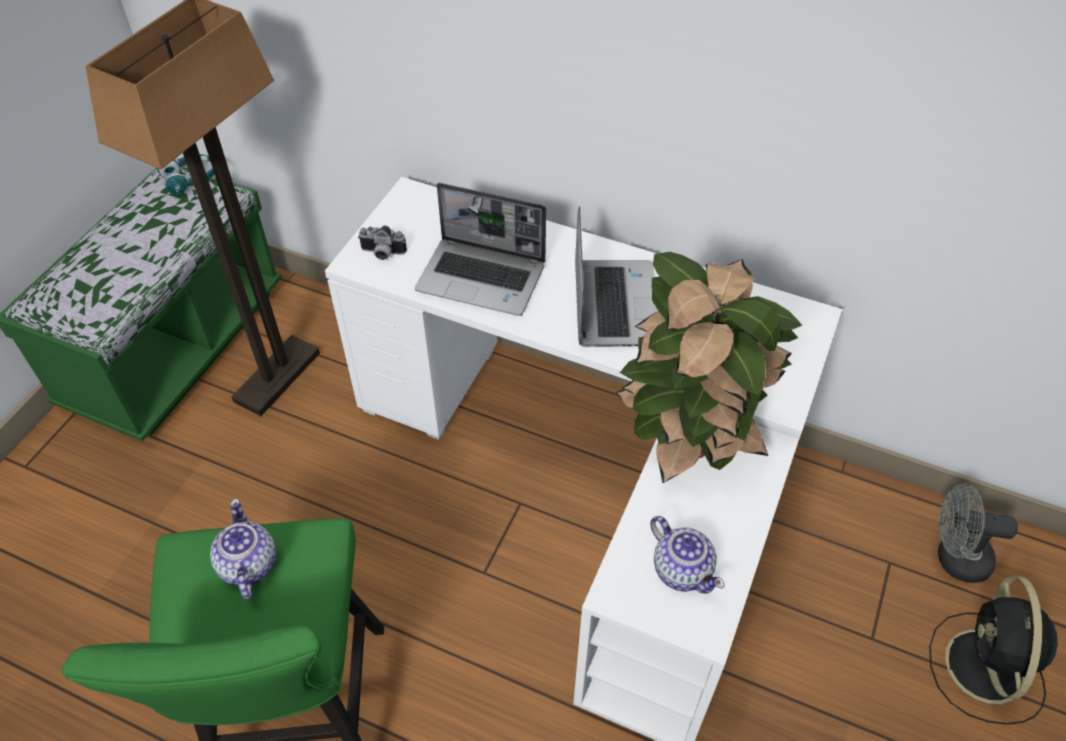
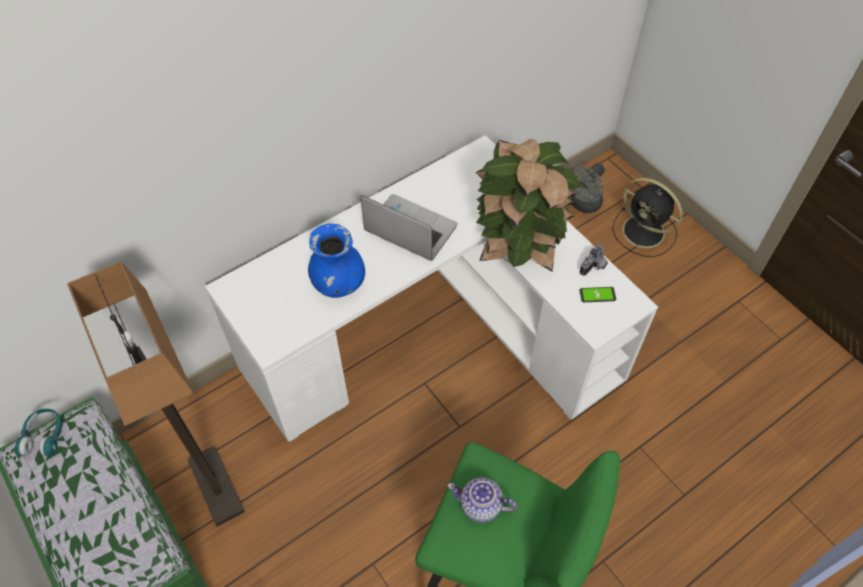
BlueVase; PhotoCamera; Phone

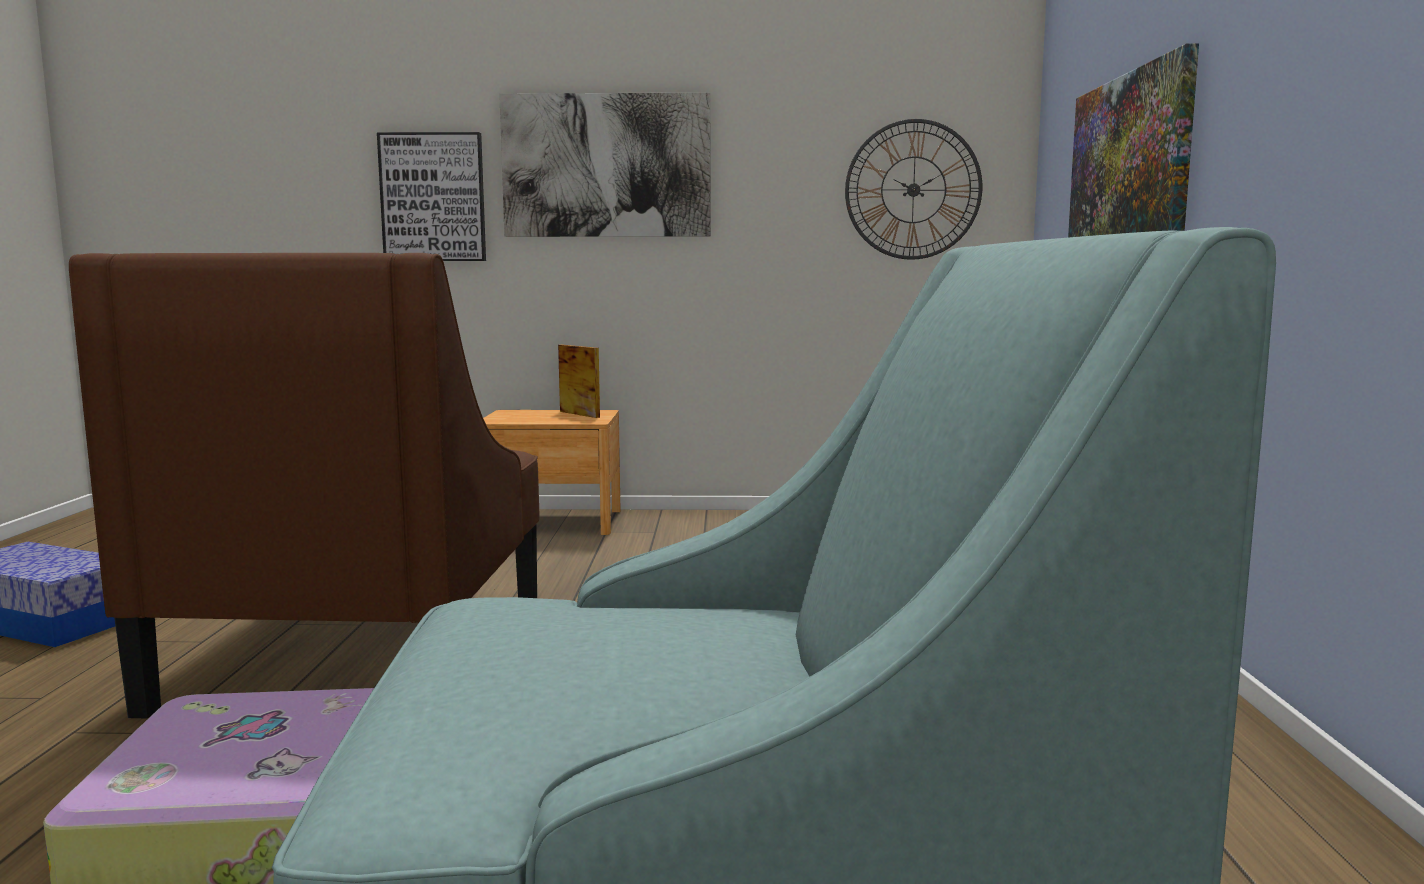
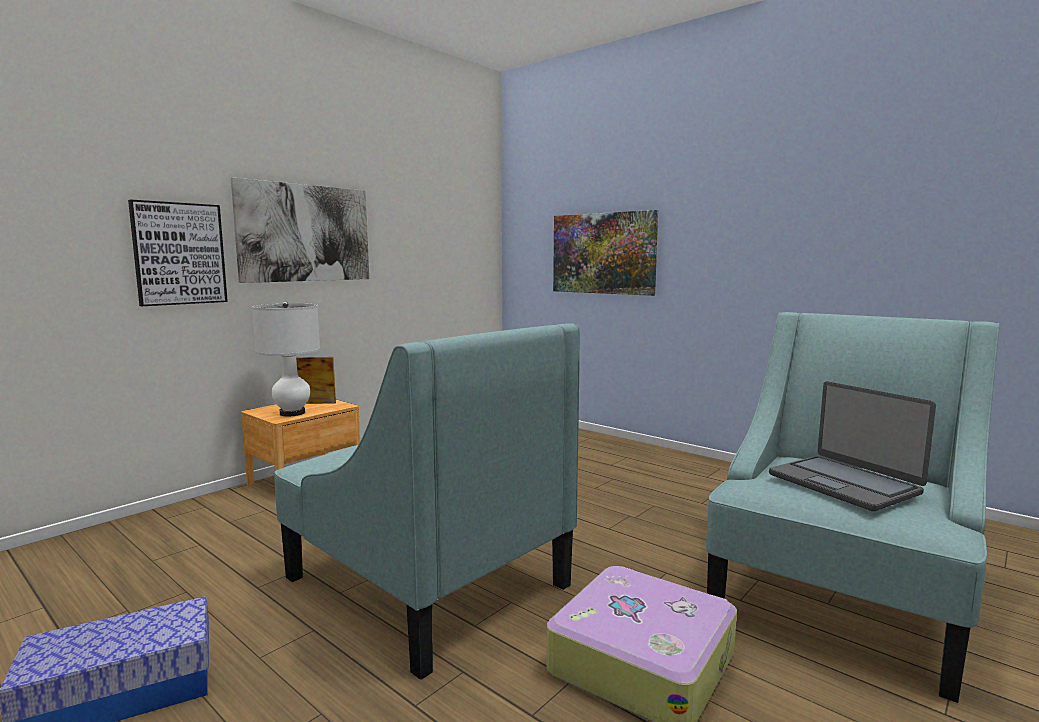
WhiteTableLamp; TurquoiseArmchair (1st from left); Laptop; WallClock

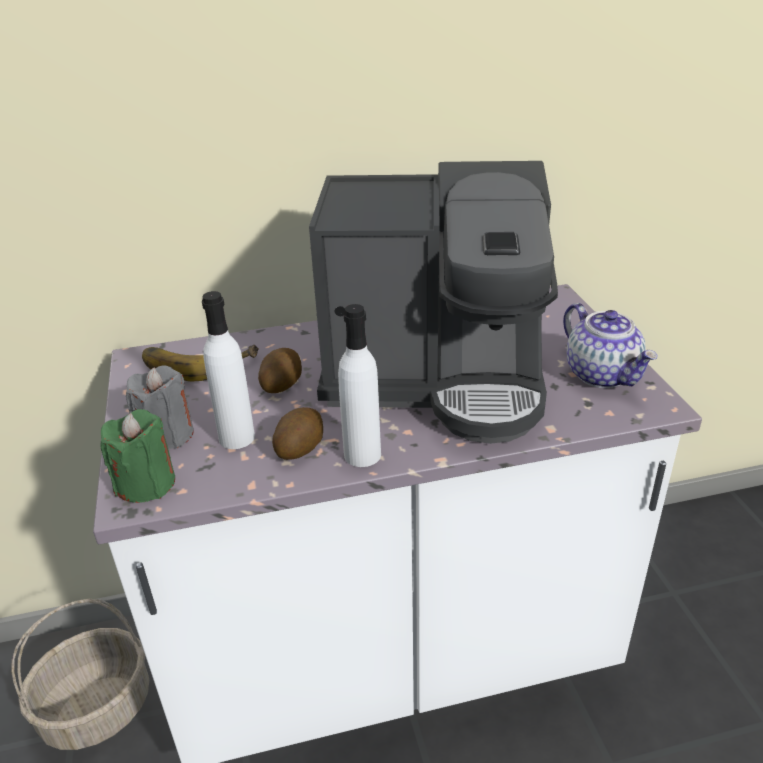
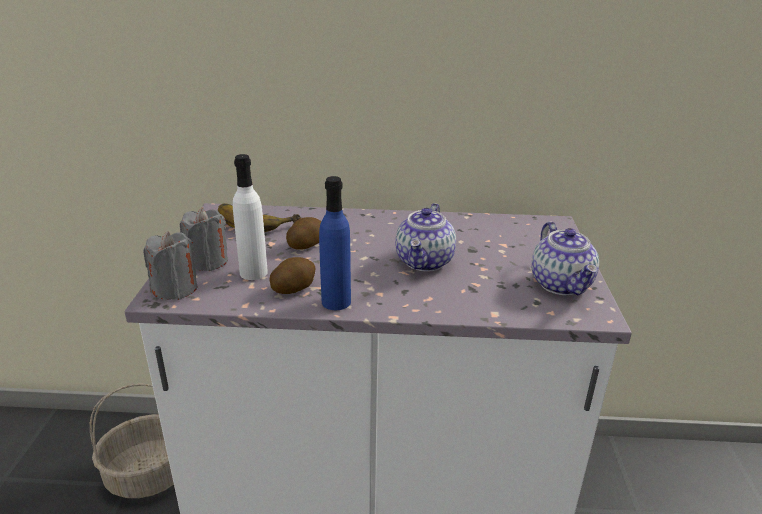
GreyCandle (1st from left); BlueBottle; Teapot (1st from left)

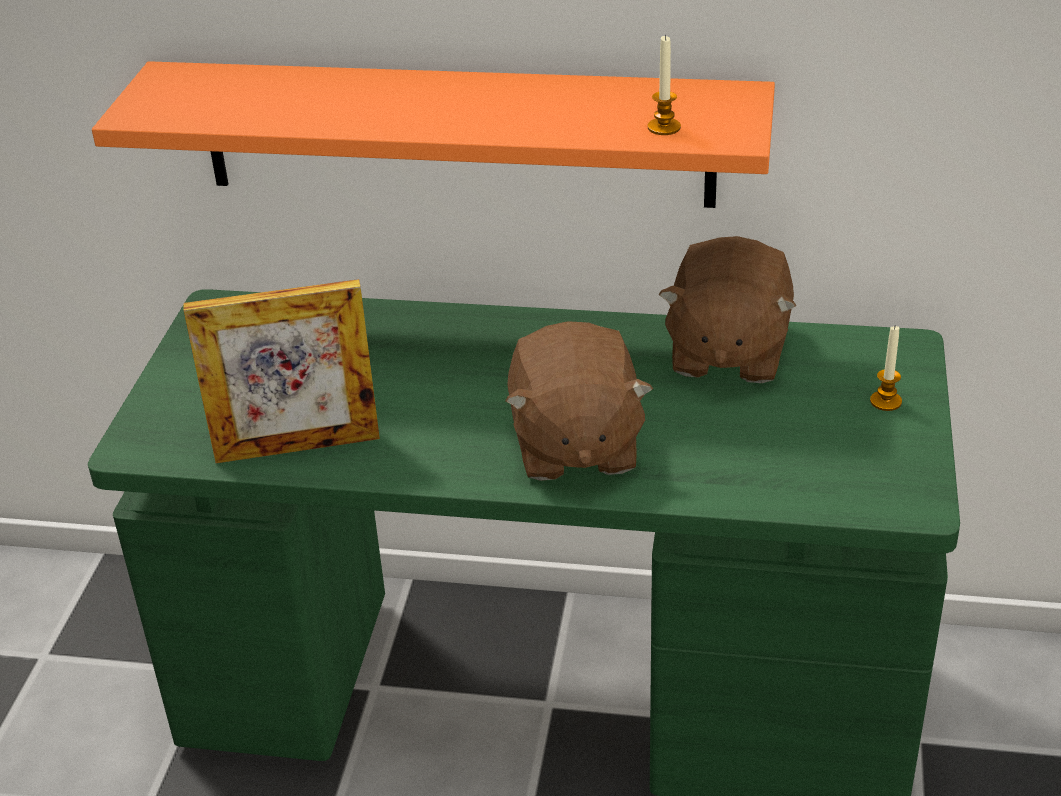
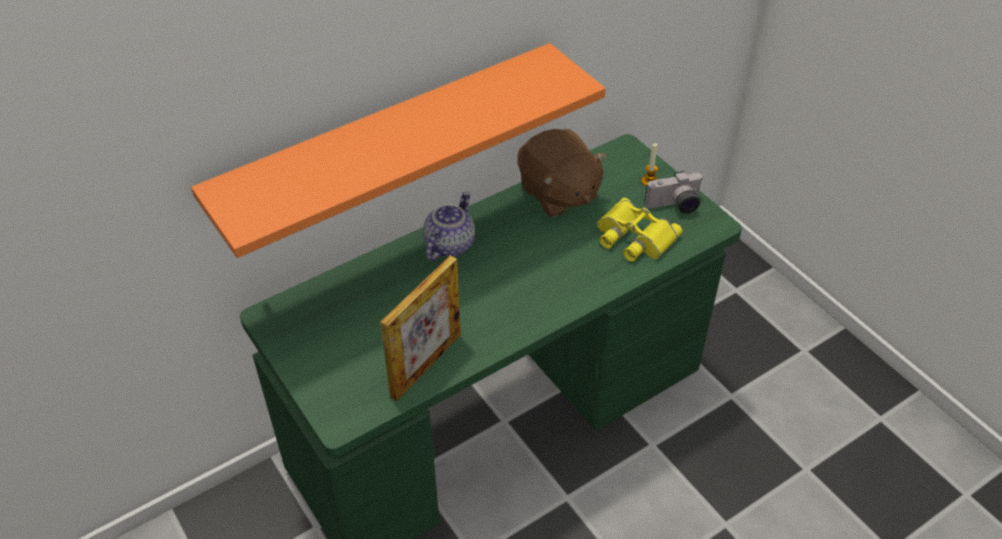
Teapot; YellowBinoculars; PhotoCamera; BrownPlushToy (1st from left in the first image); Candle (1st from left in the first image)

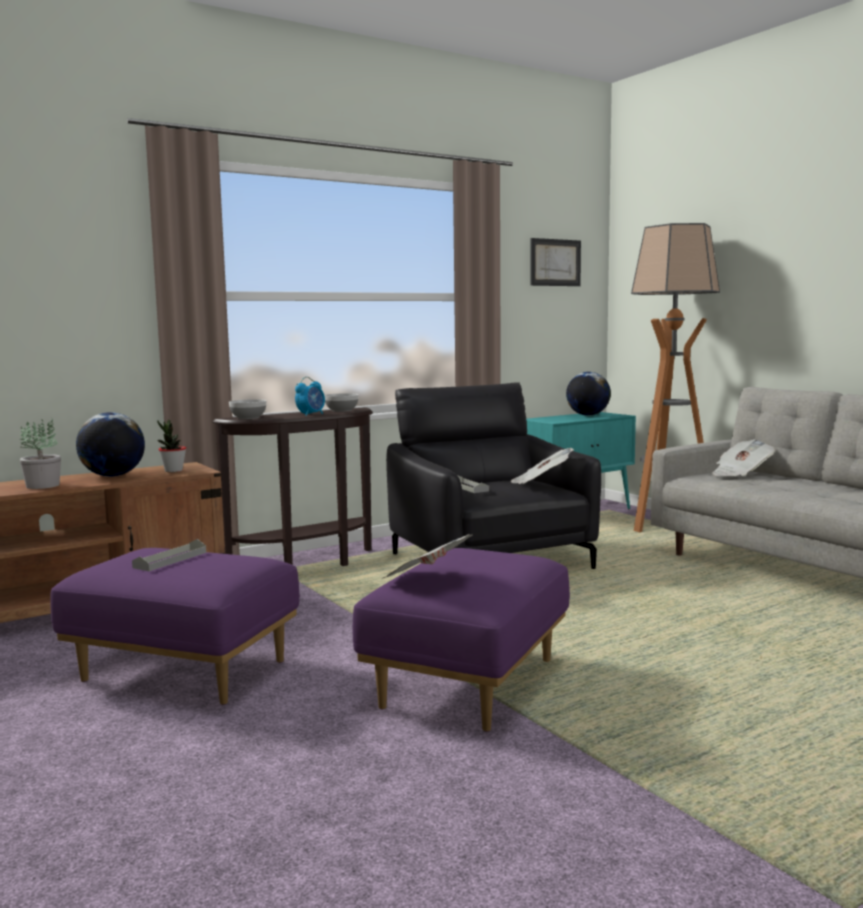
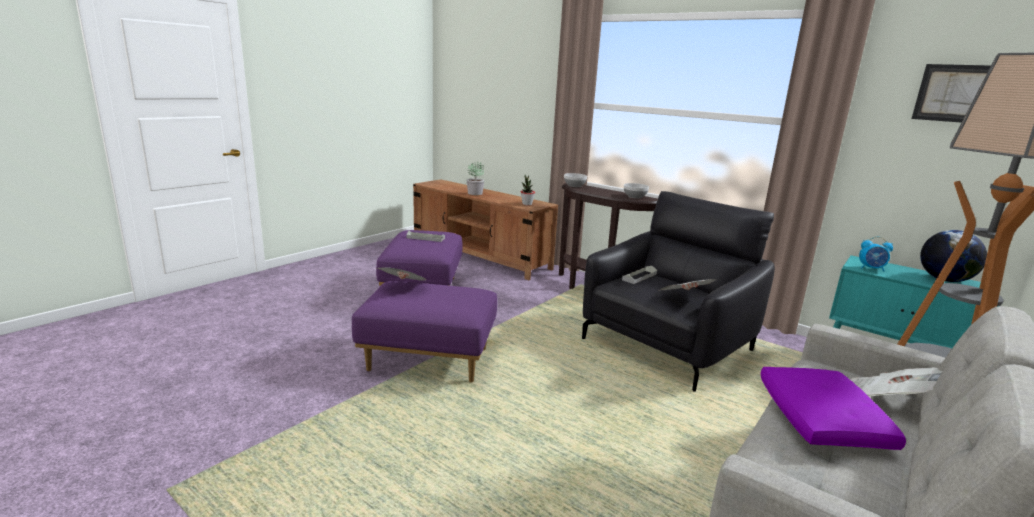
PurplePillow; AlarmClock; Globe (1st from left in the first image)

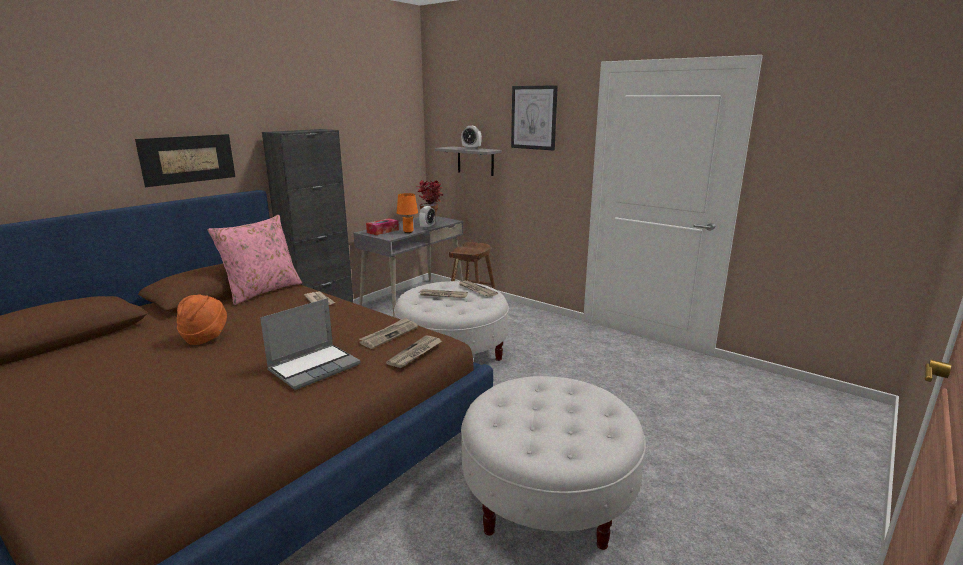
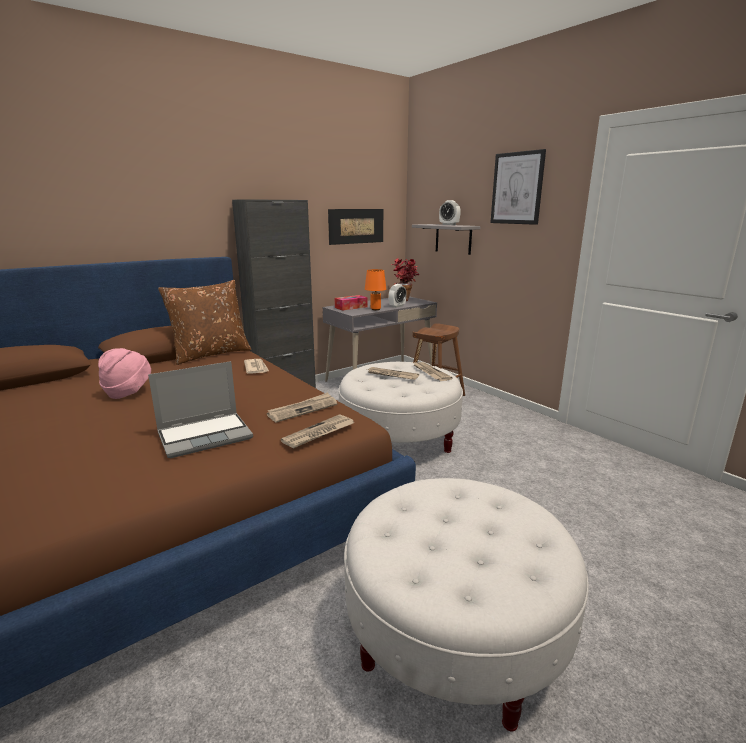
PinkHat; BrownPillow; Picture (1st from left)

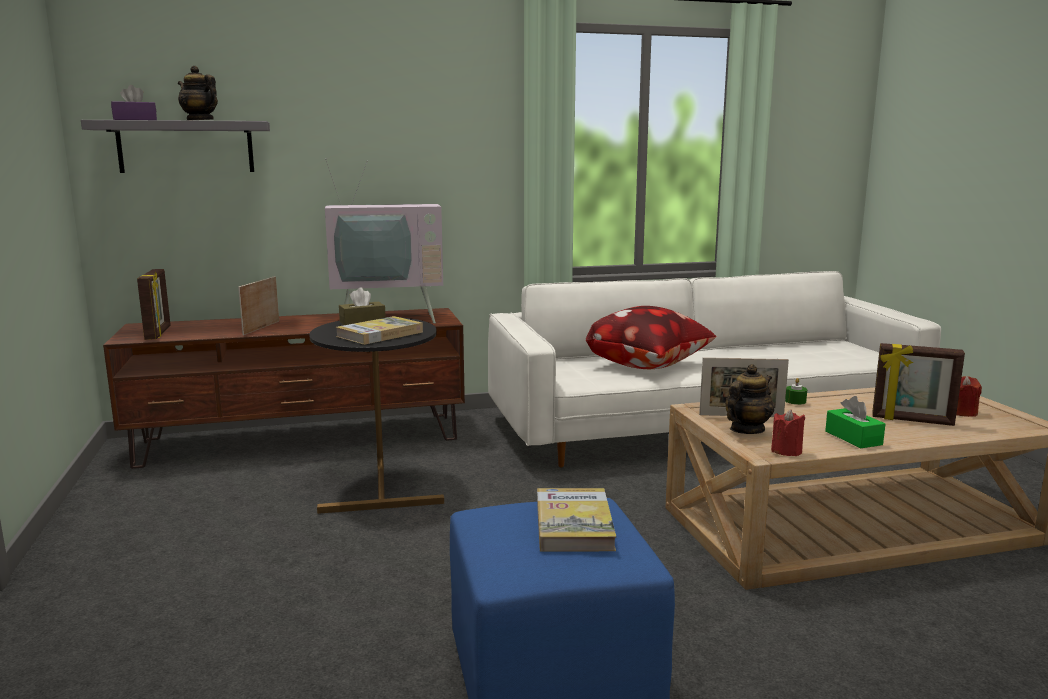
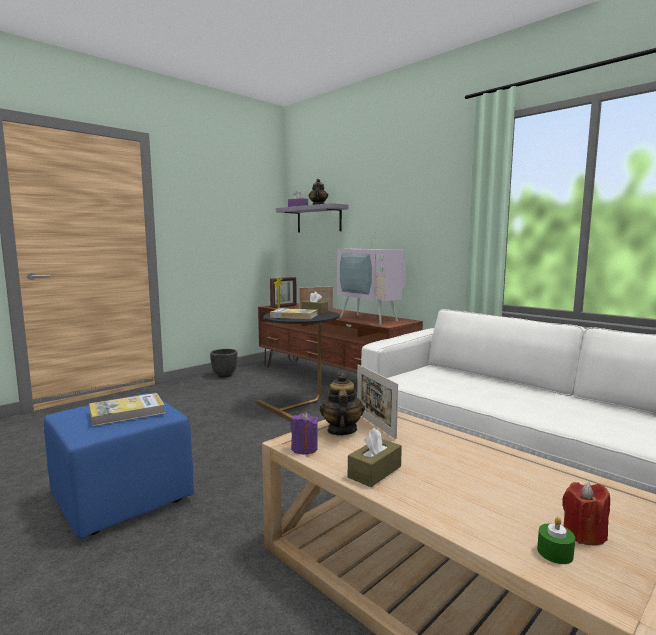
BlackPlanter; PurpleCandle; Teapot (2nd from left); BrownTissueBox (2nd from left); GreenCandle; Pillow; PictureFrame (4th from left in the first image)

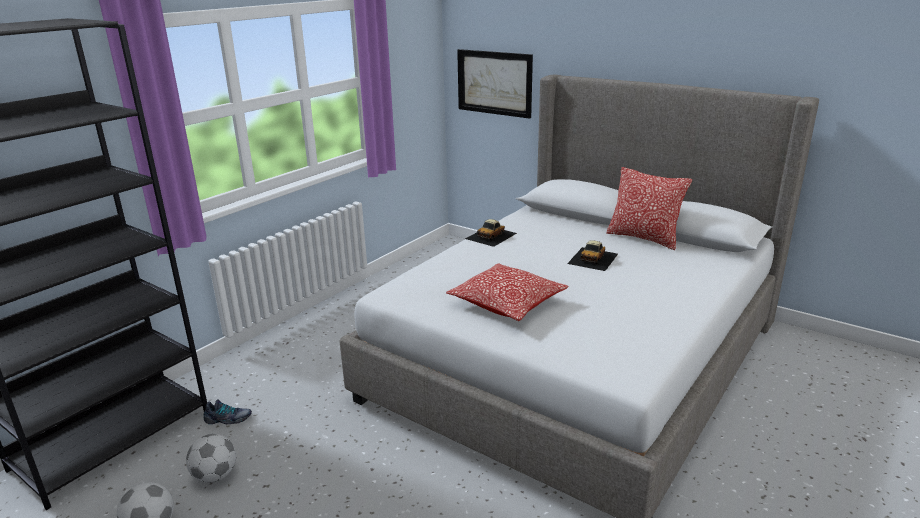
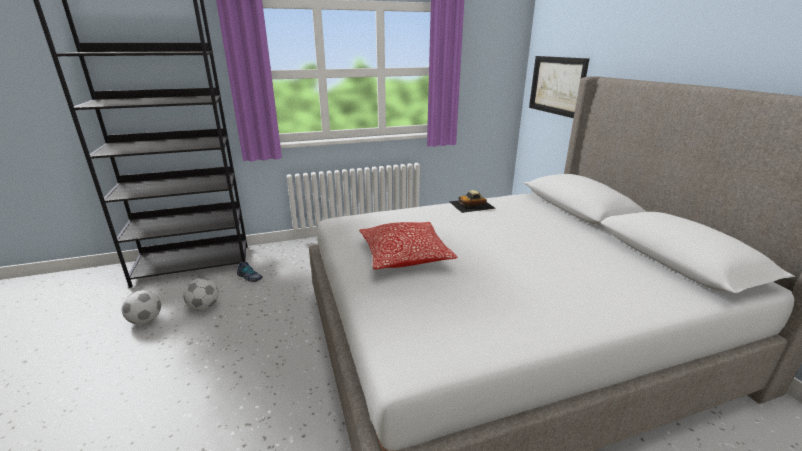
ToyCar (2nd from left in the first image); Pillow (2nd from left in the first image)

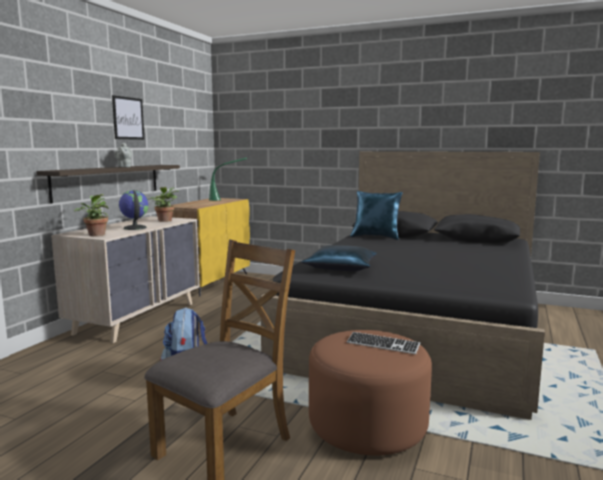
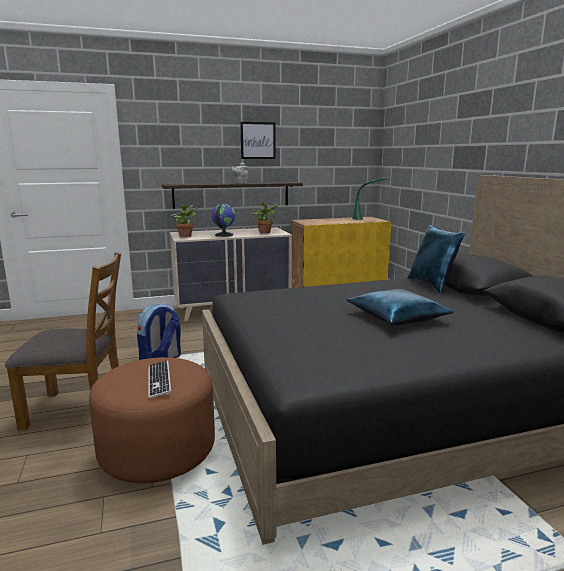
BluePillow (1st from left)

